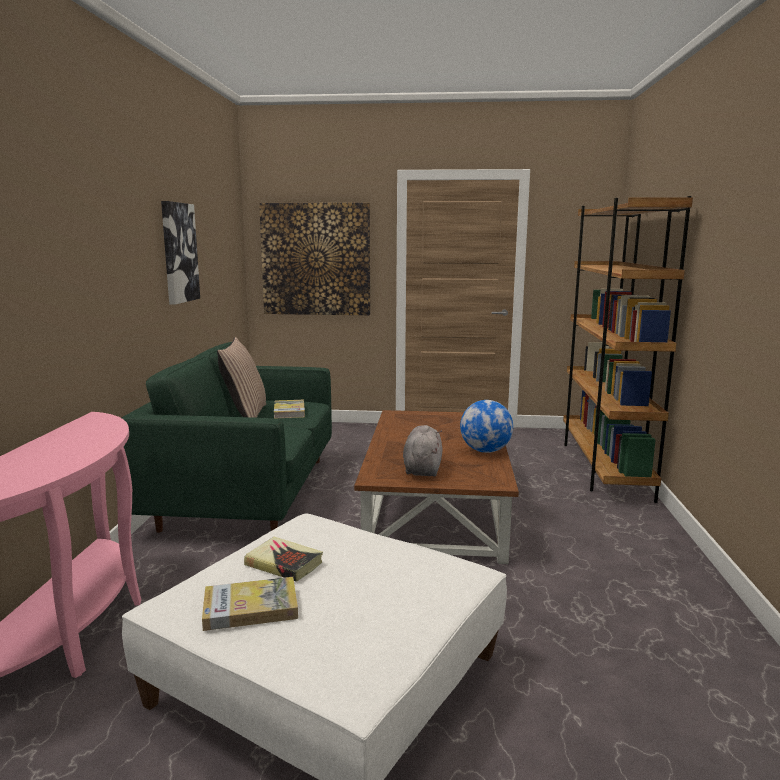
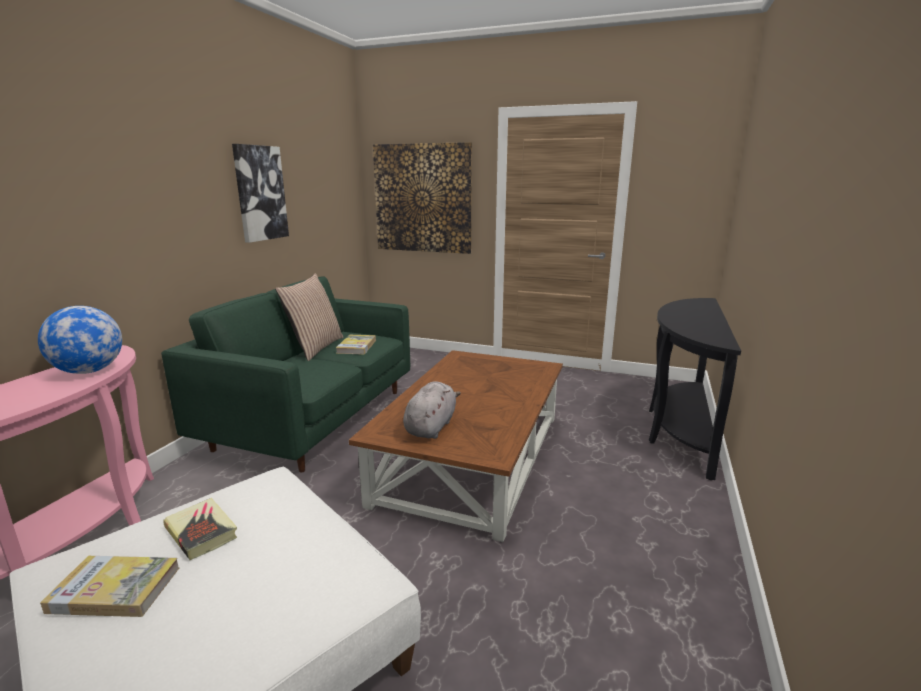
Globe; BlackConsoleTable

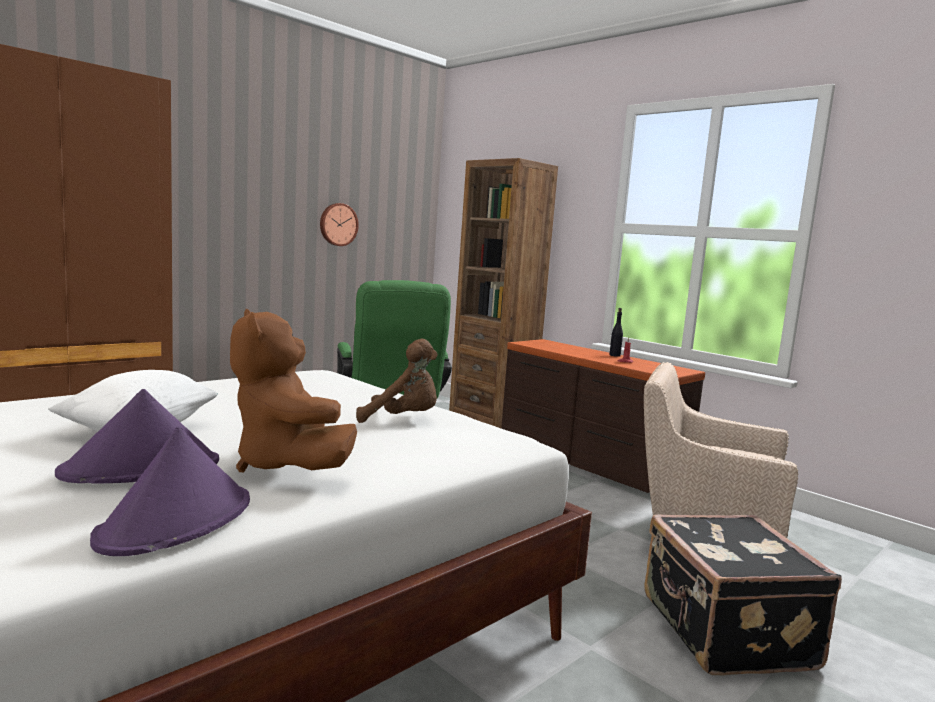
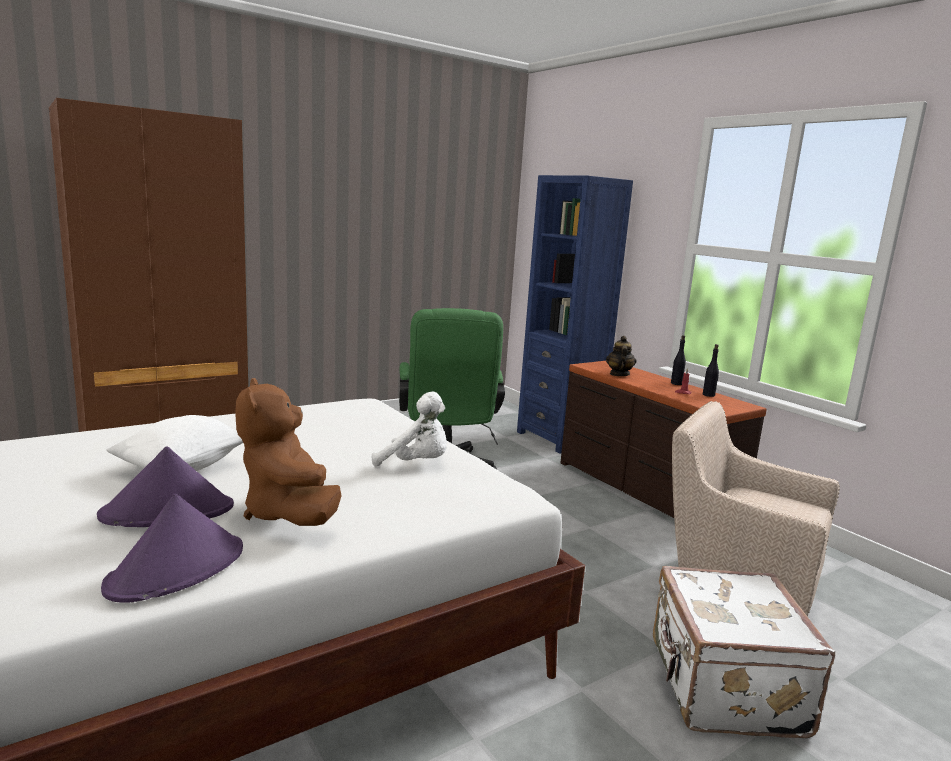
WhitePlushToy; BlueBookcase; Teapot; WhiteSuitcase; BlackBottle (2nd from left); WallClock

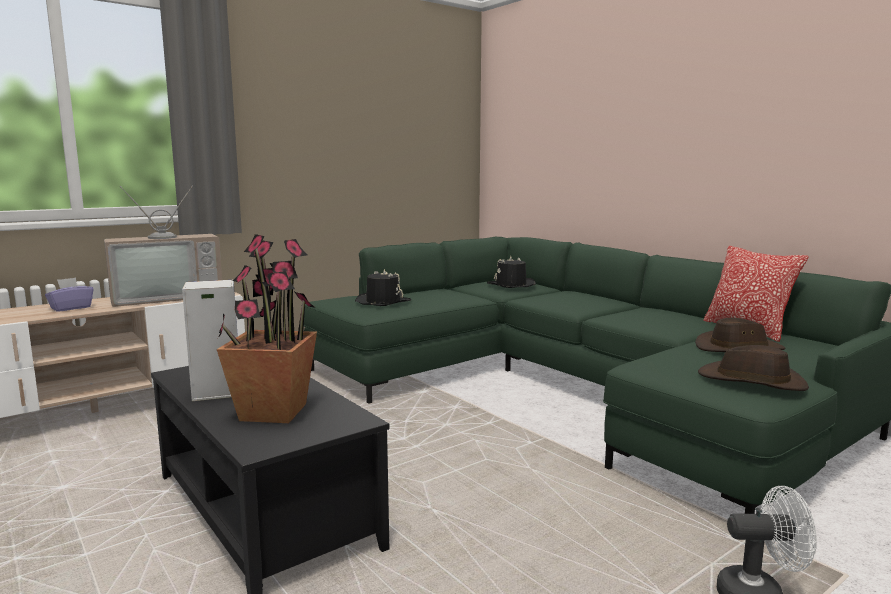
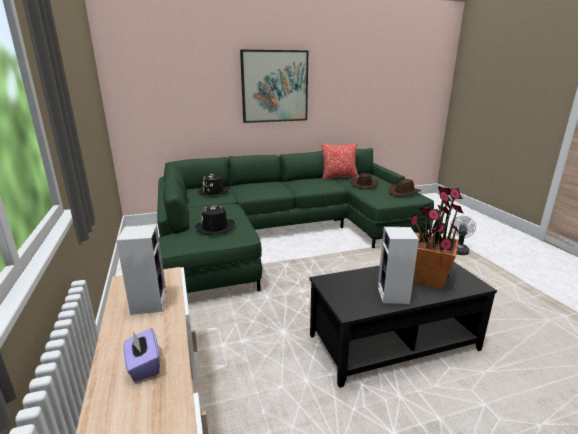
Speaker (1st from left); Picture

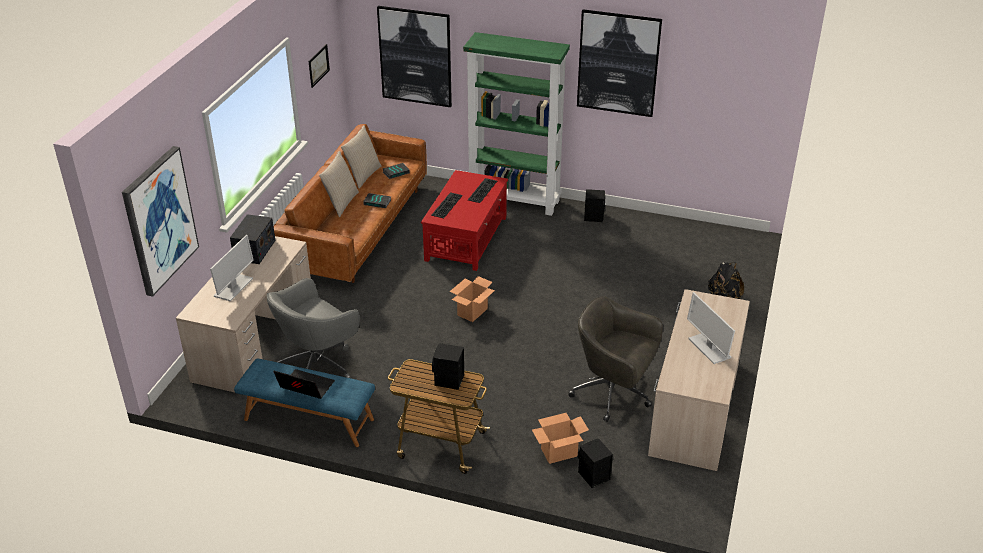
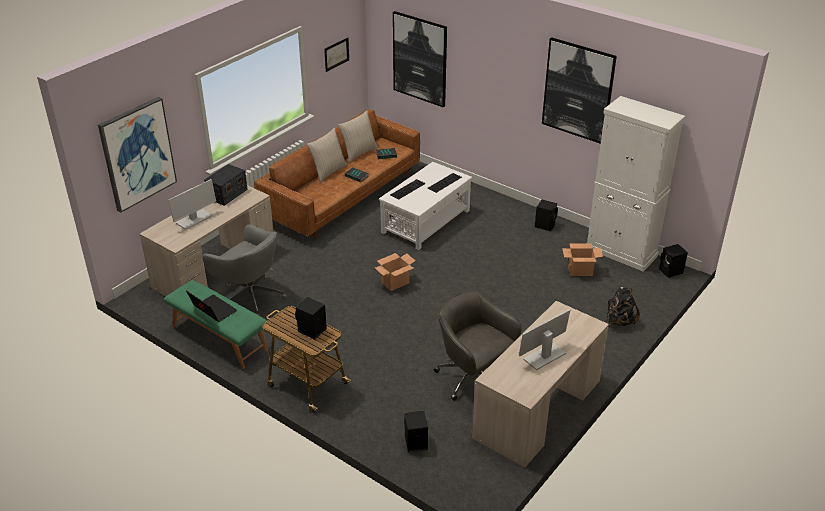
GreenBench; GreyOfficeChair (1st from left); WhiteCoffeeTable; Monitor (2nd from left); CardboardBox (2nd from left); WhiteCabinet; BlackSpeaker (4th from left); GreenBookcase

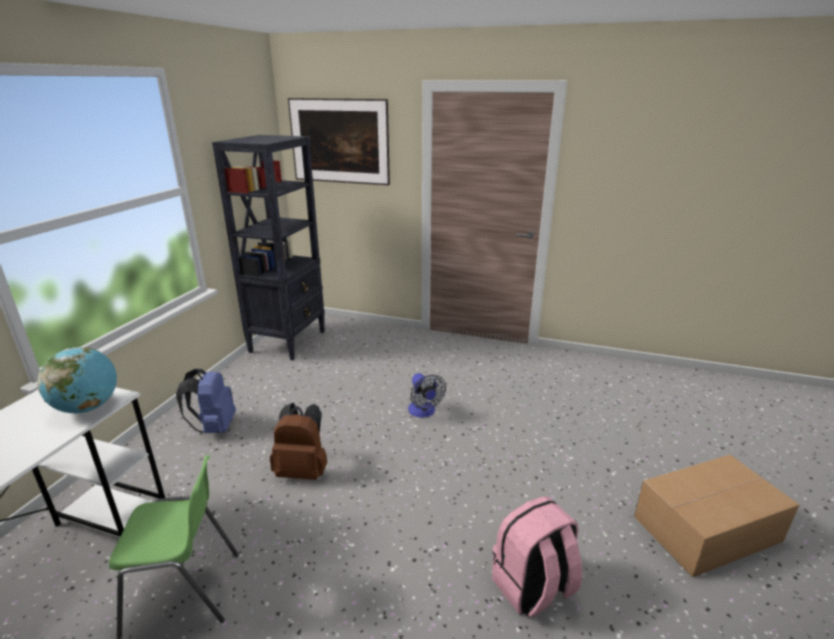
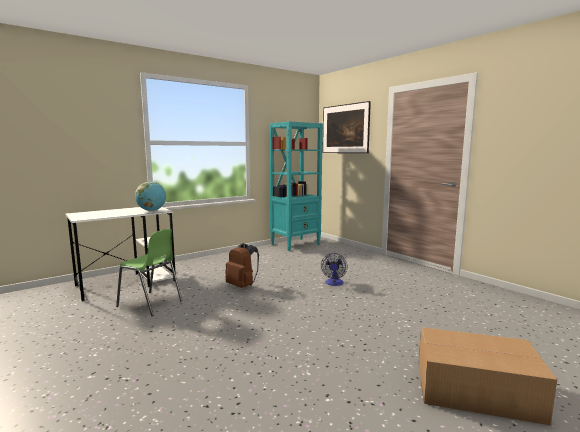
TurquoiseBookcase; BlueBackpack; PinkBackpack

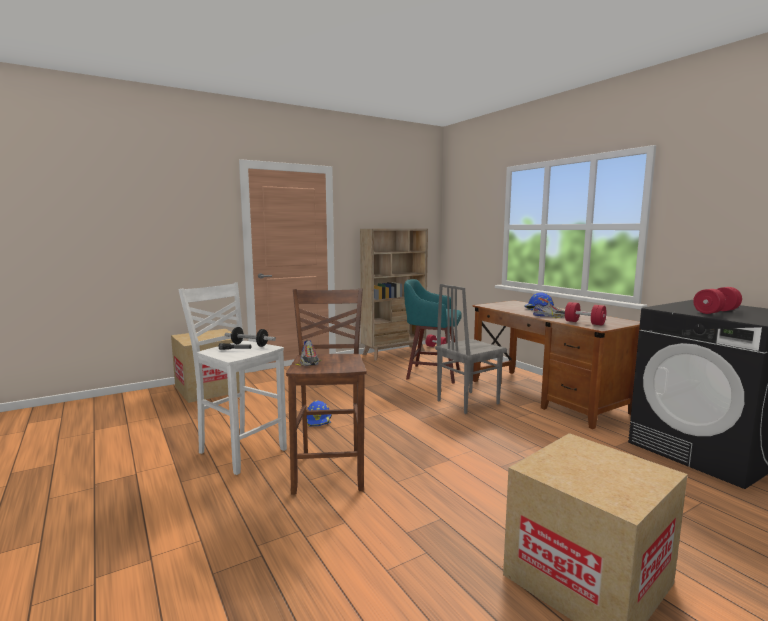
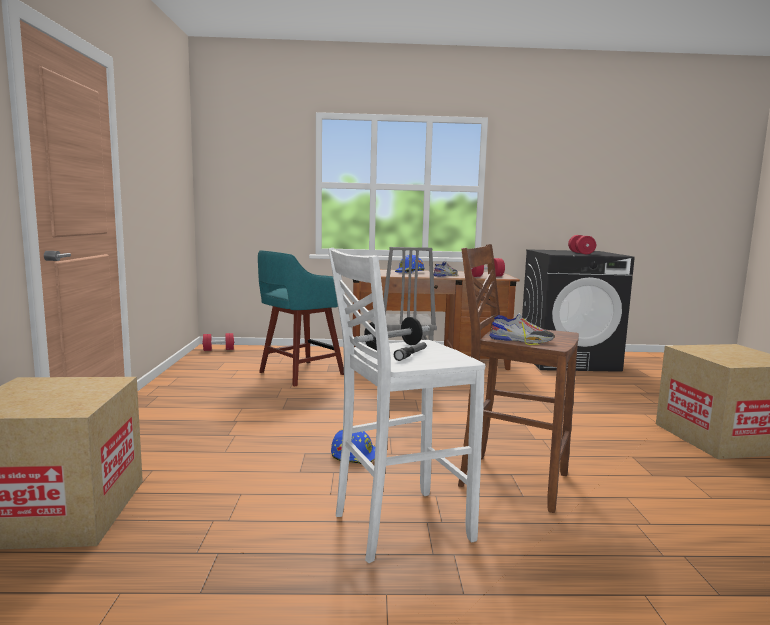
BeigeBookcase

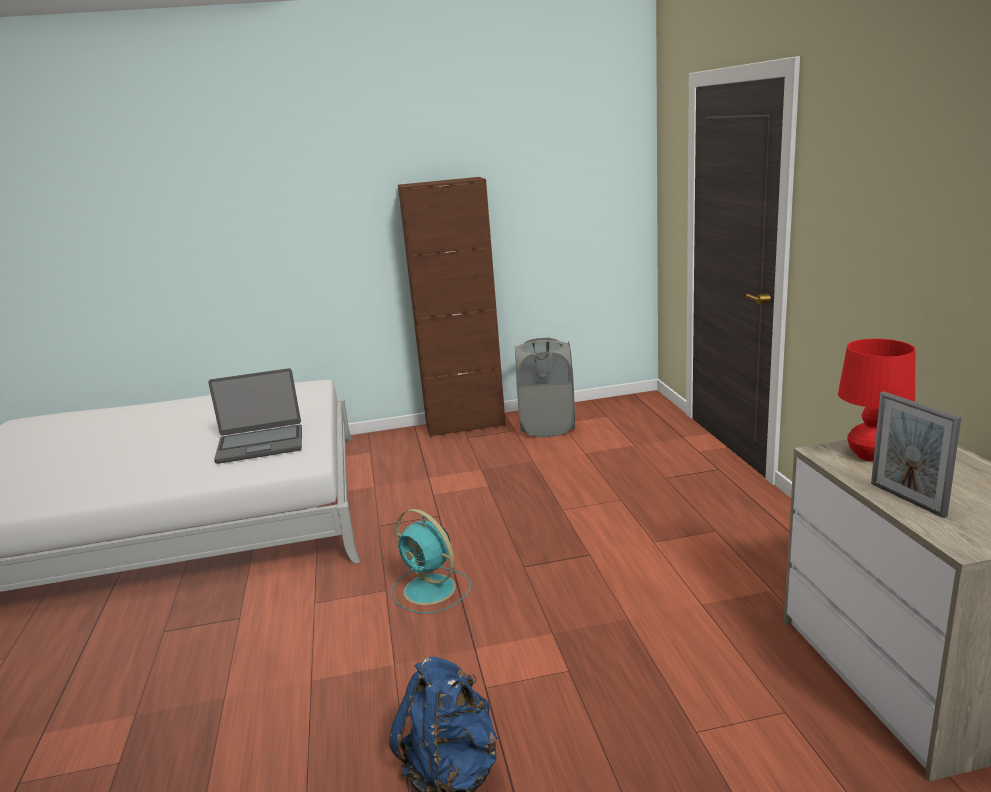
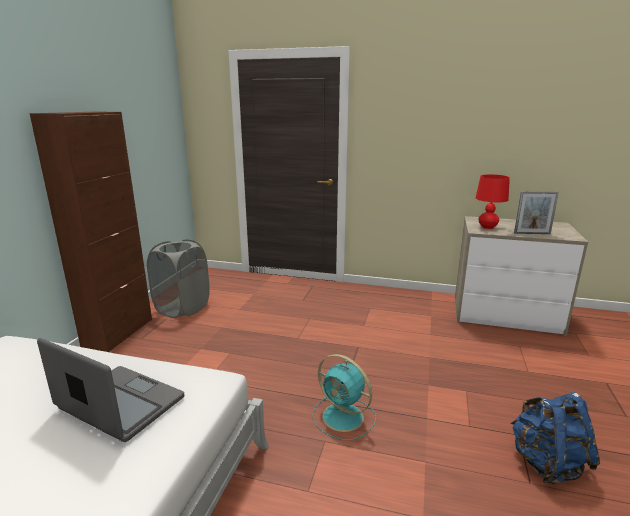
Laptop; TurquoiseFan

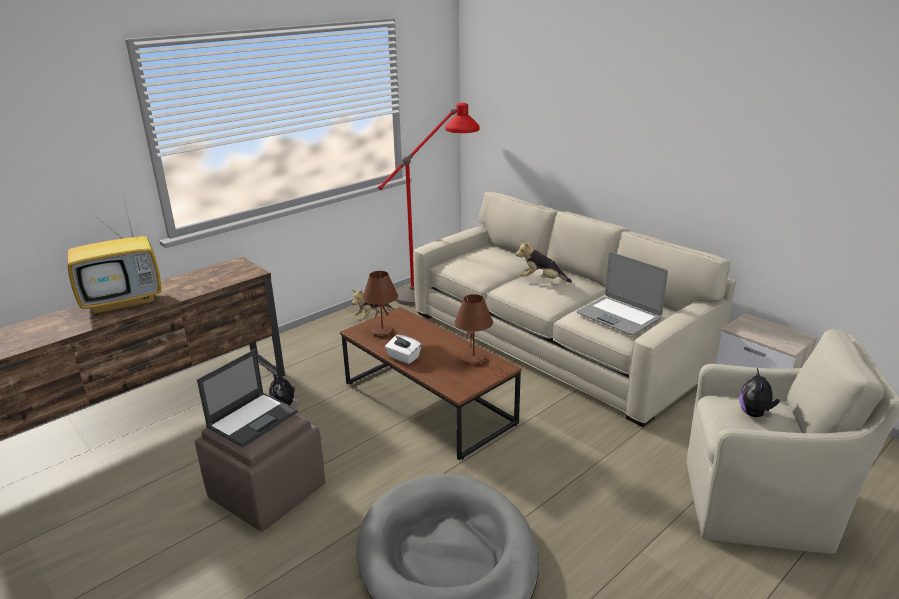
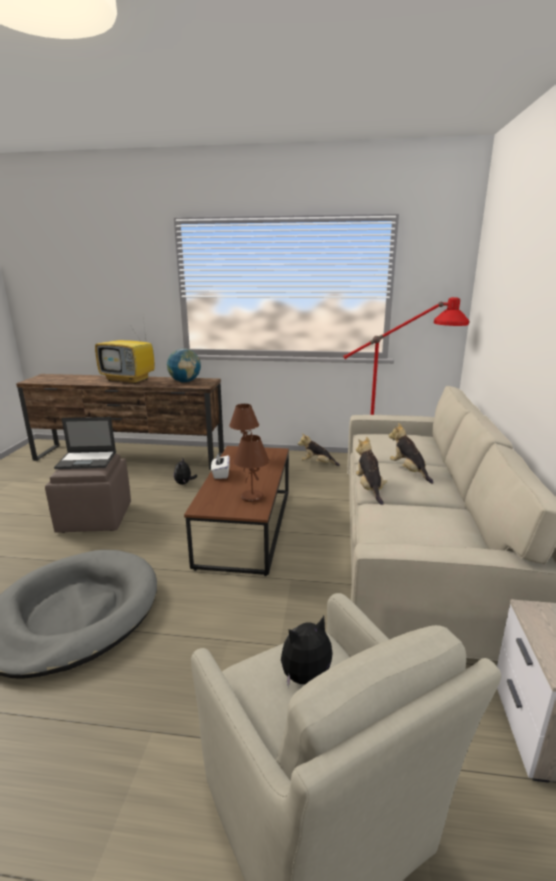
Globe; PlushToy (4th from left); Laptop (2nd from left in the first image)

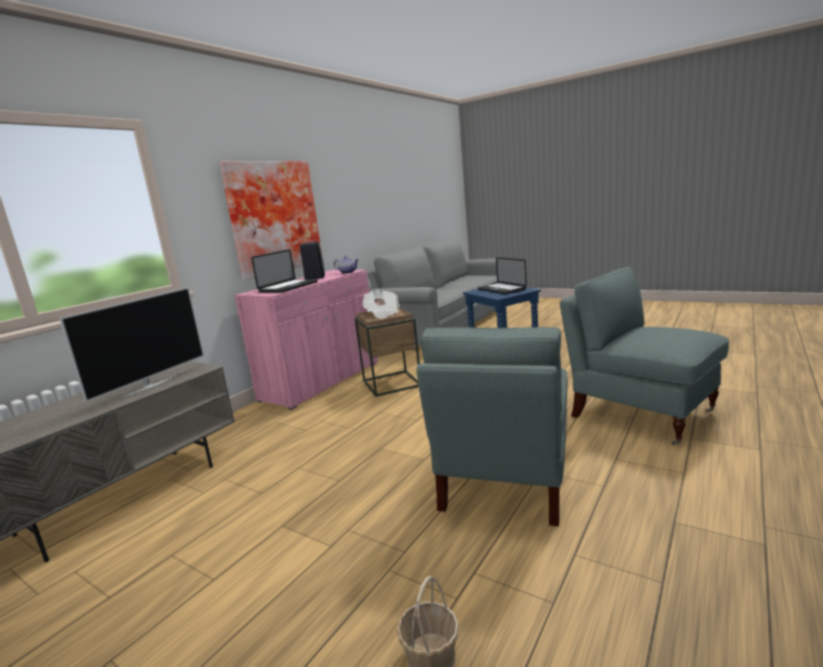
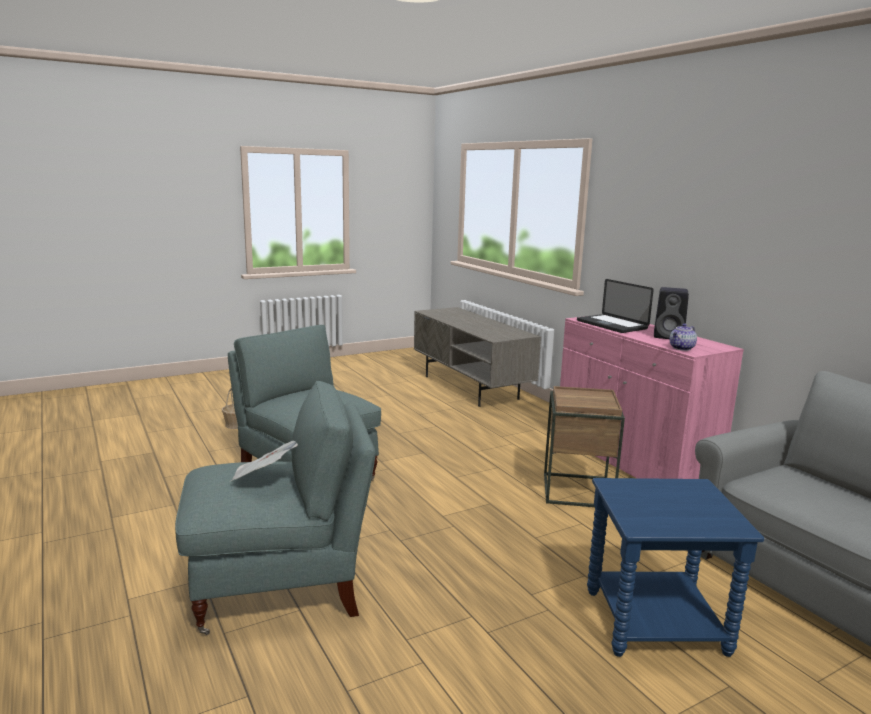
Newspaper; Television; Picture; Laptop (2nd from left in the first image)

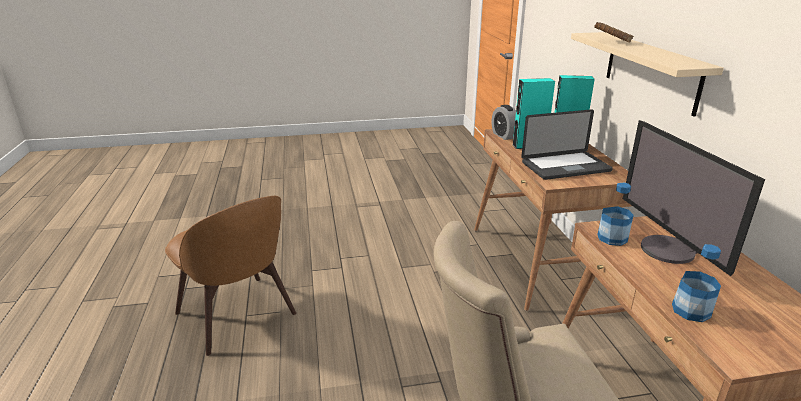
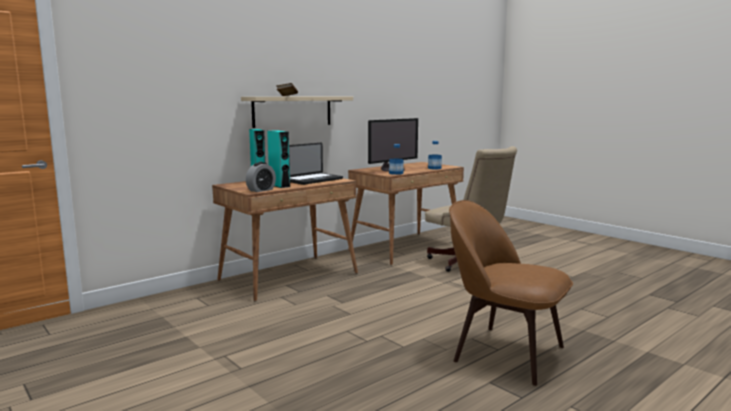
Laptop; BrownChair

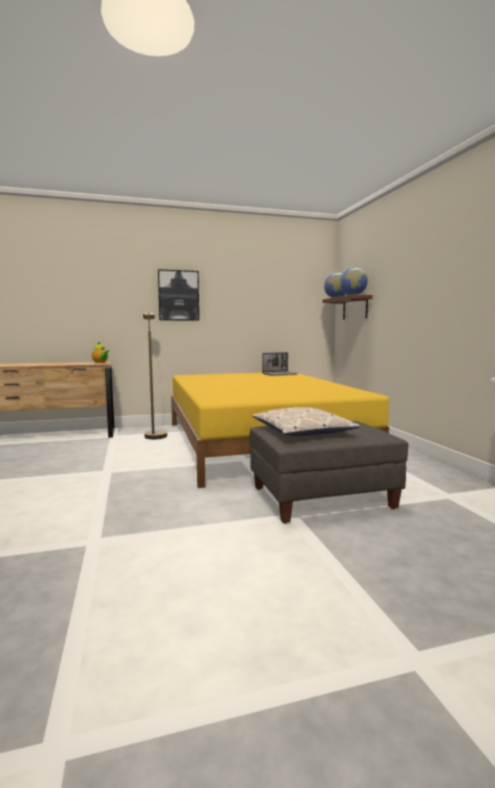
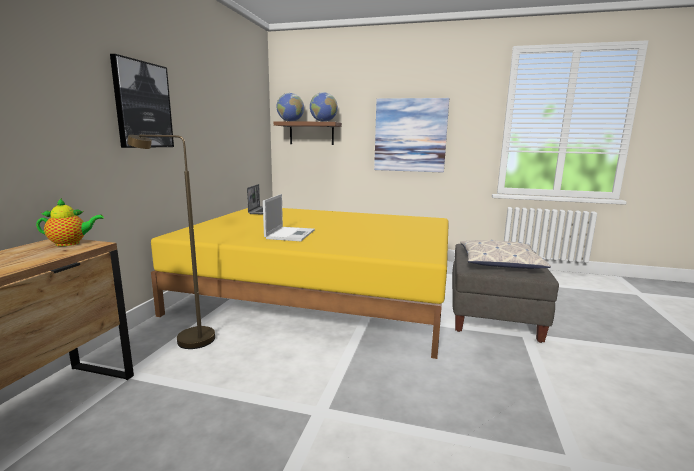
Laptop (2nd from left); Picture (2nd from left)

